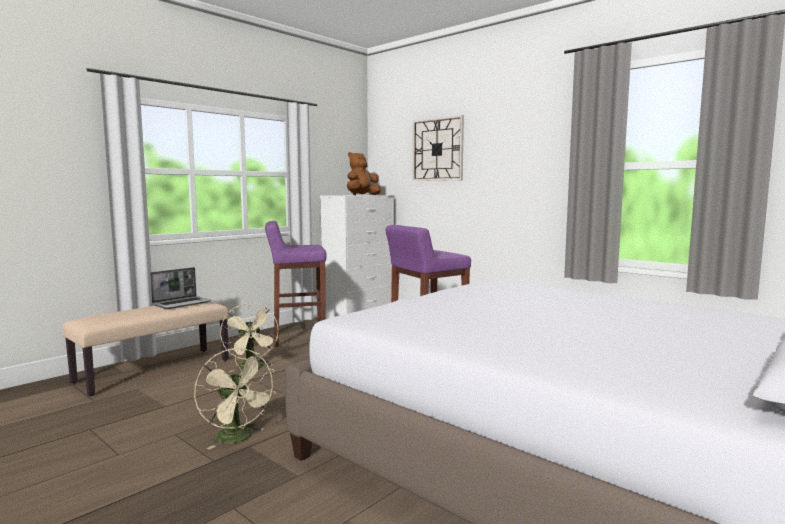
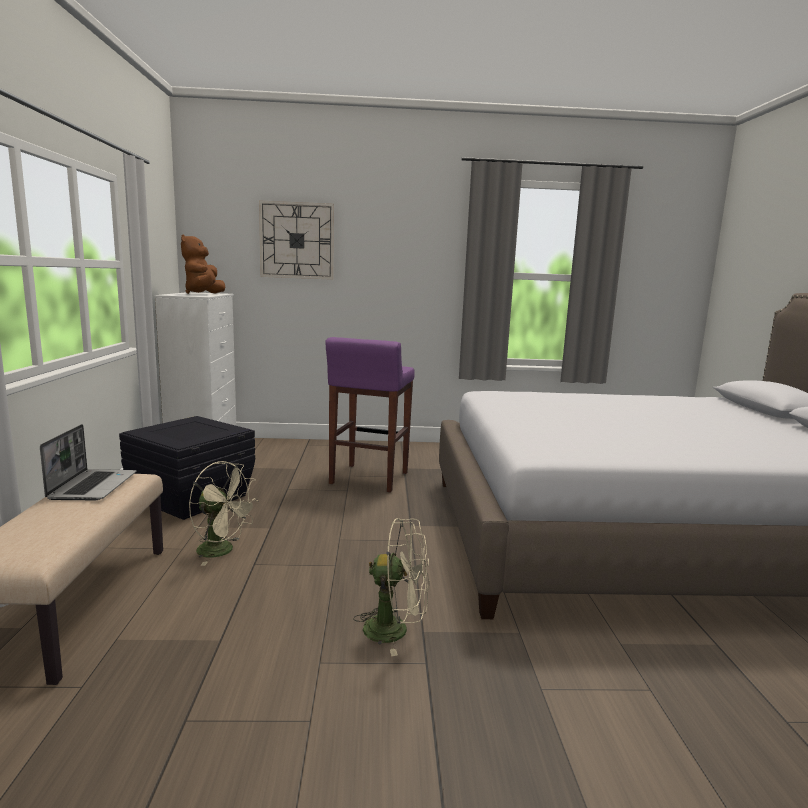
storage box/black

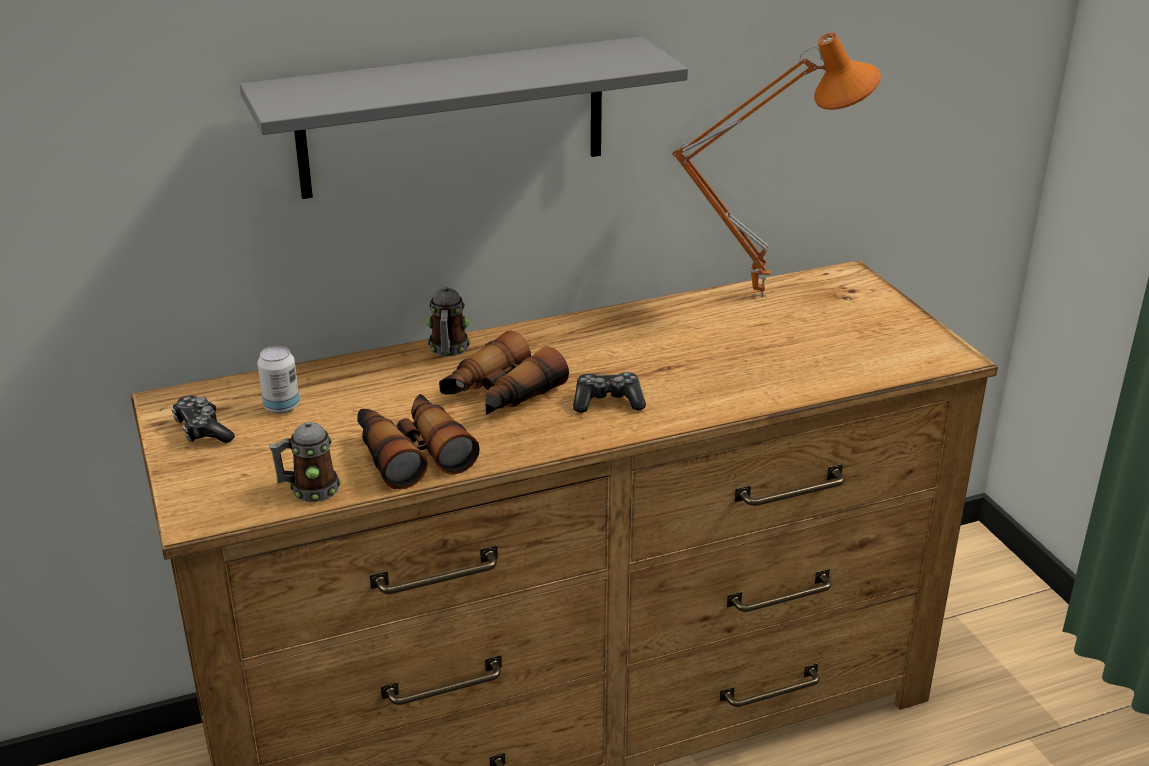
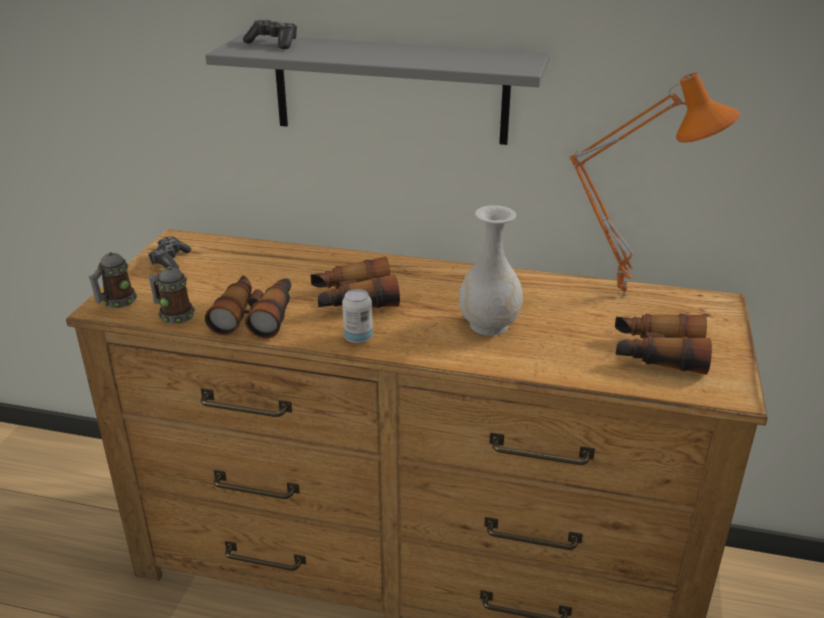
can
mug (1st from left)
game controller (2nd from left)
vase/white
binoculars (3rd from left)

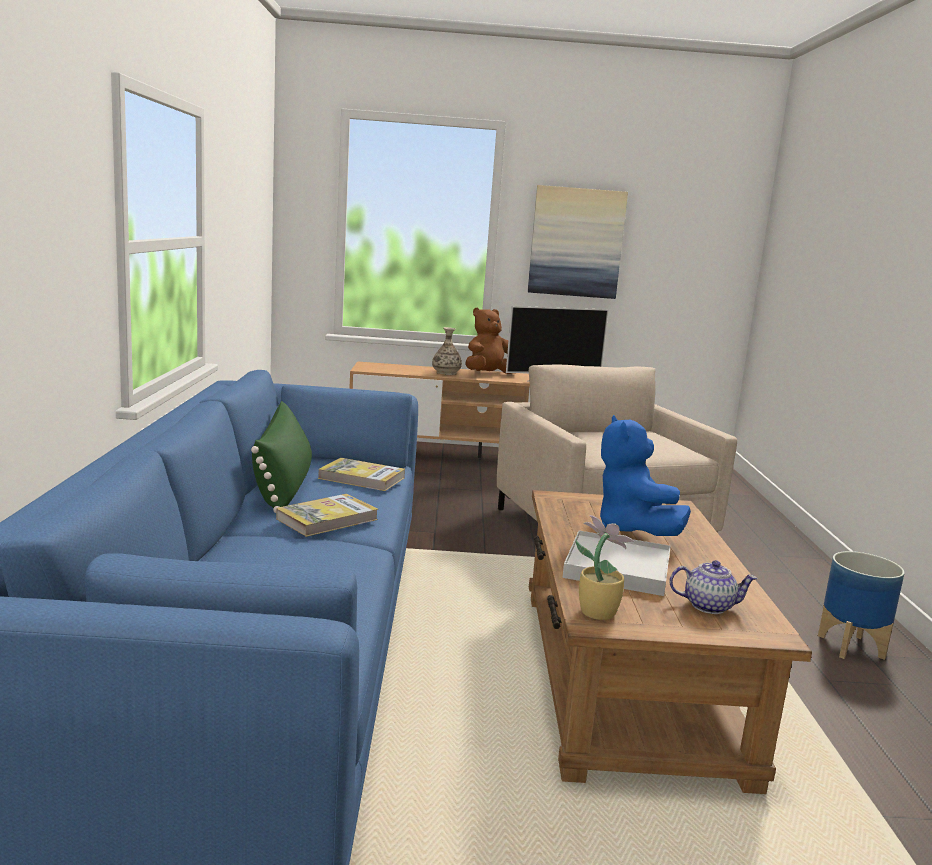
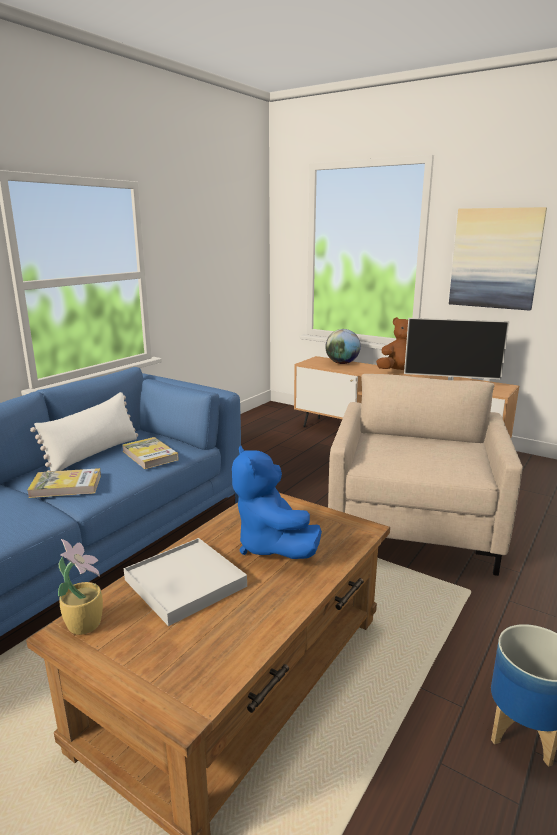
pillow/white
vase
plush toy/blue
teapot
globe

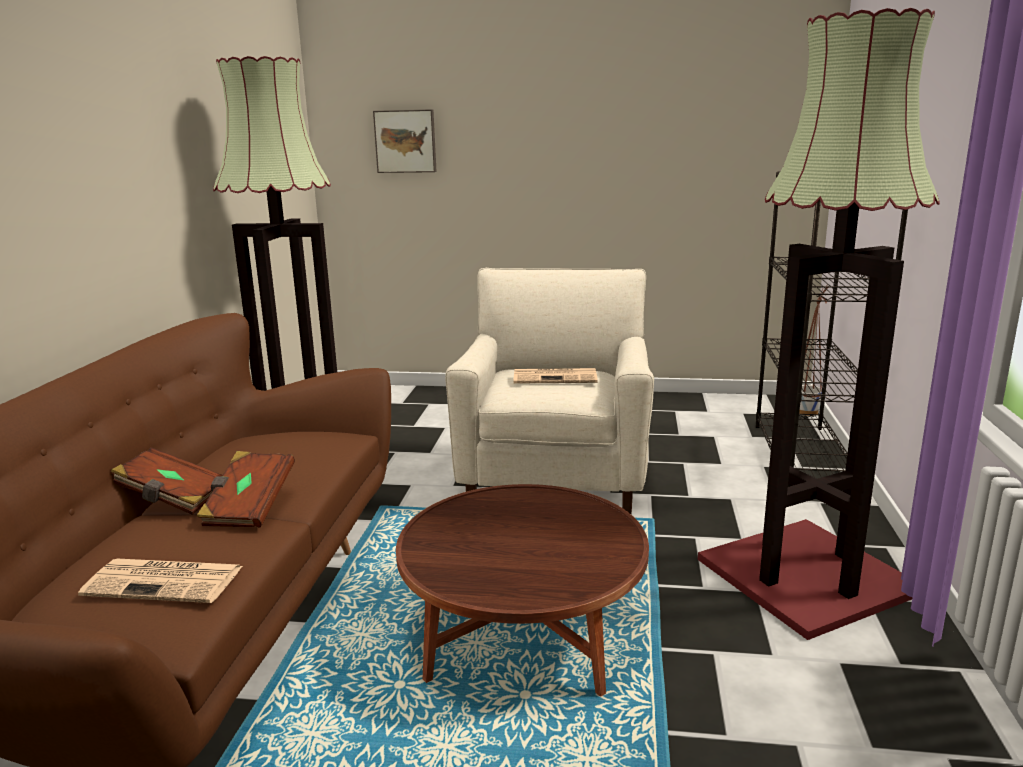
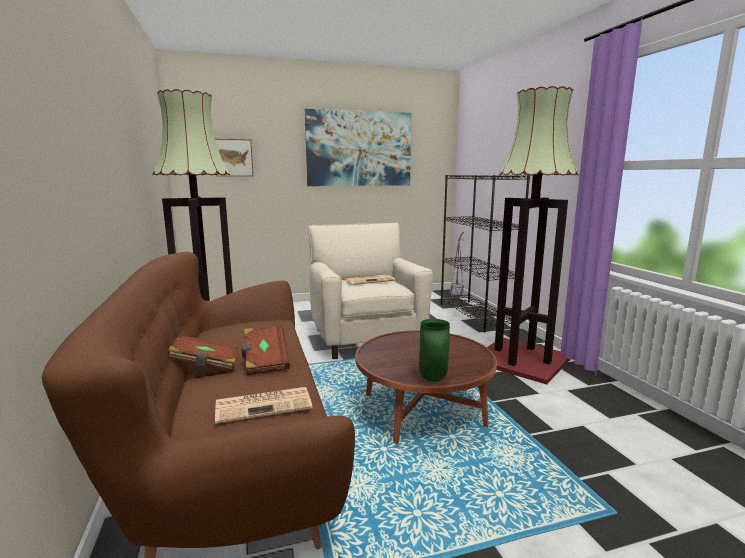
picture (2nd from left)
vase/green

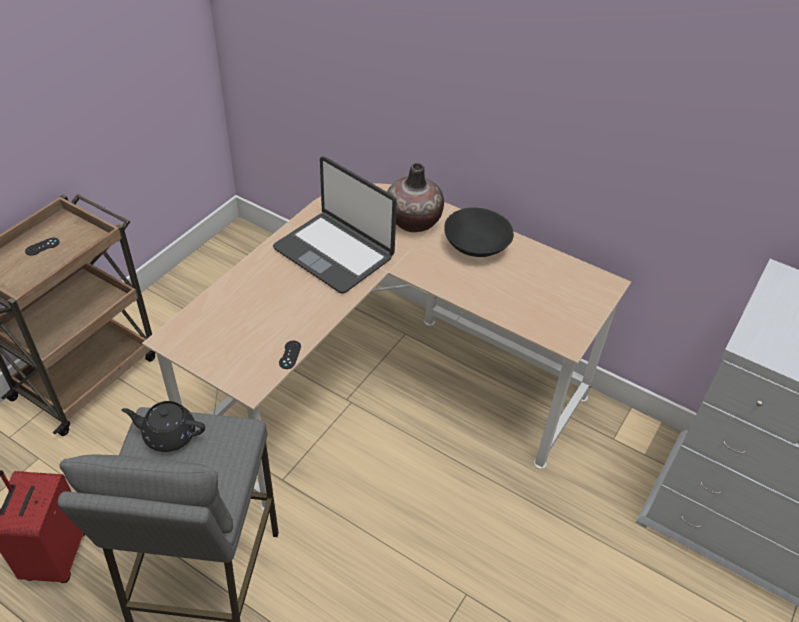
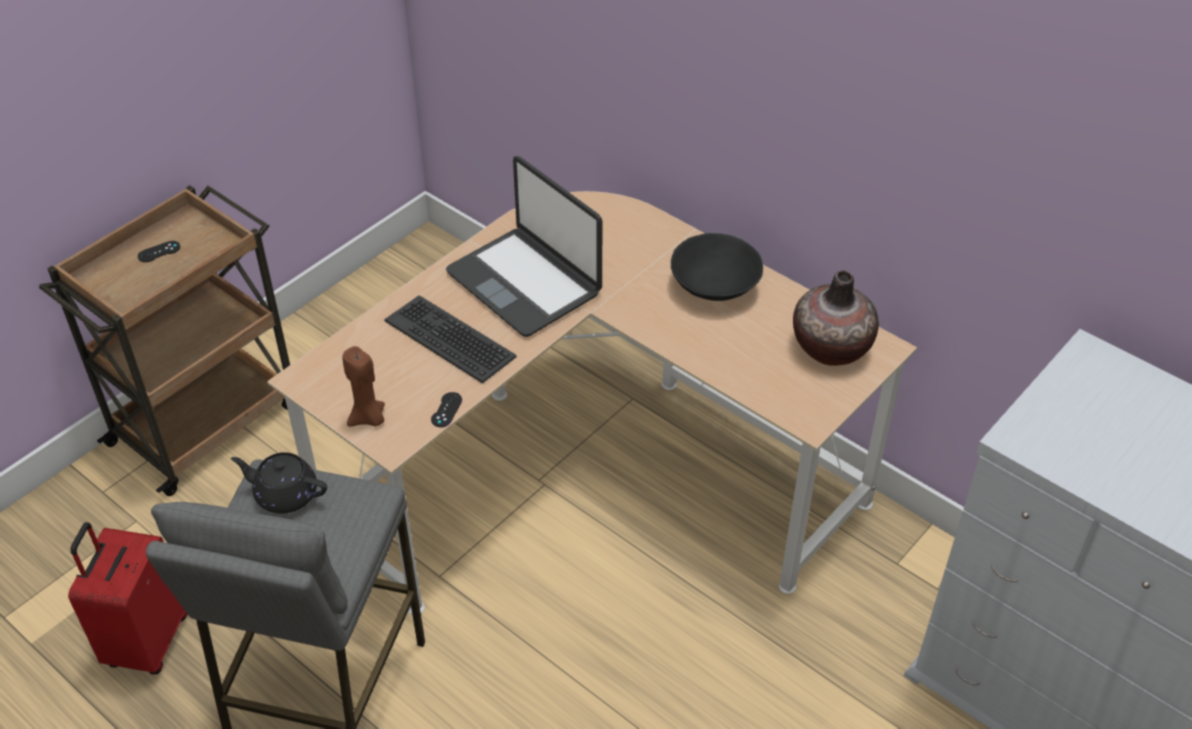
vase
candle/brown
keyboard

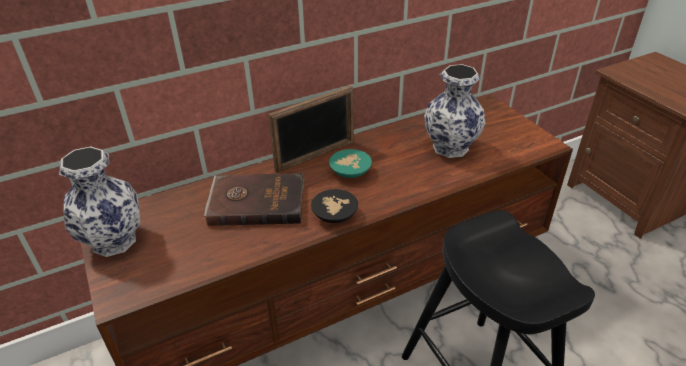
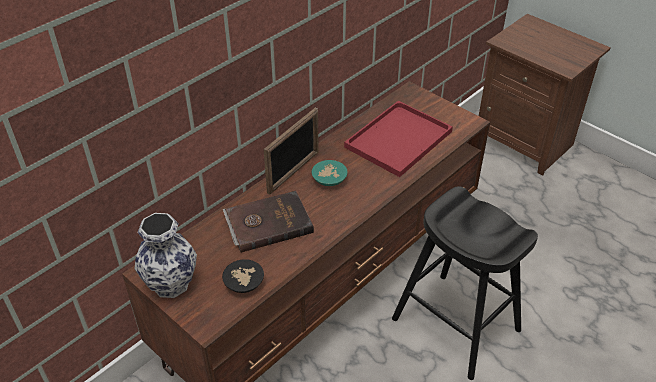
bowl/black
tray/red

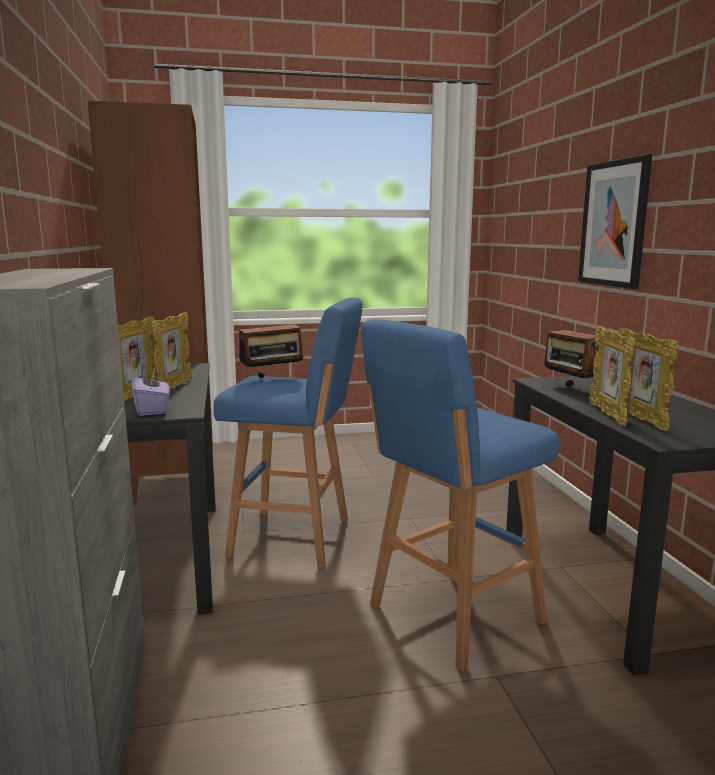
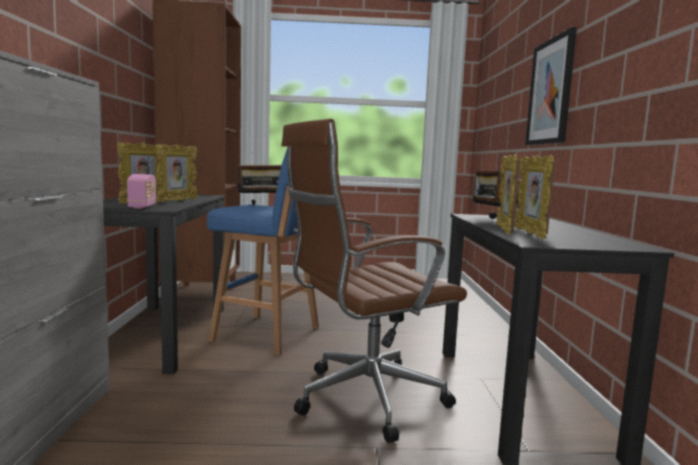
radio (1st from left)
office chair/brown

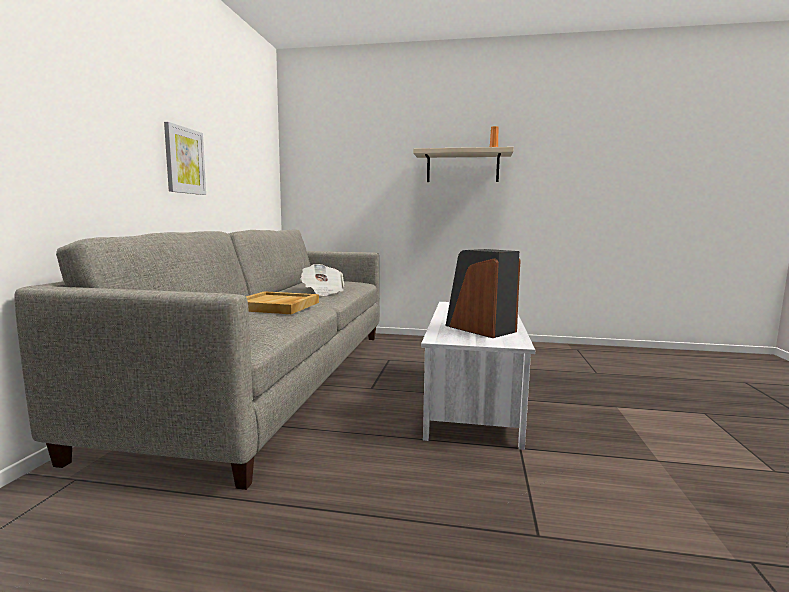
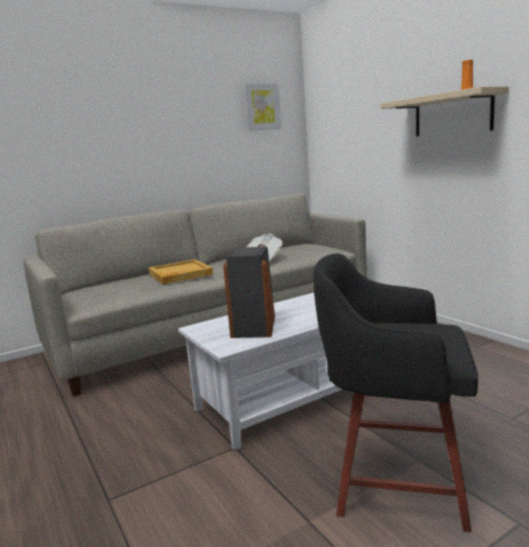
picture
stool/black

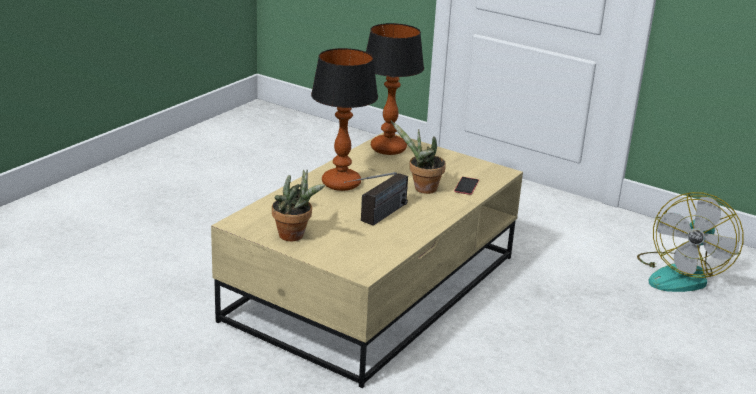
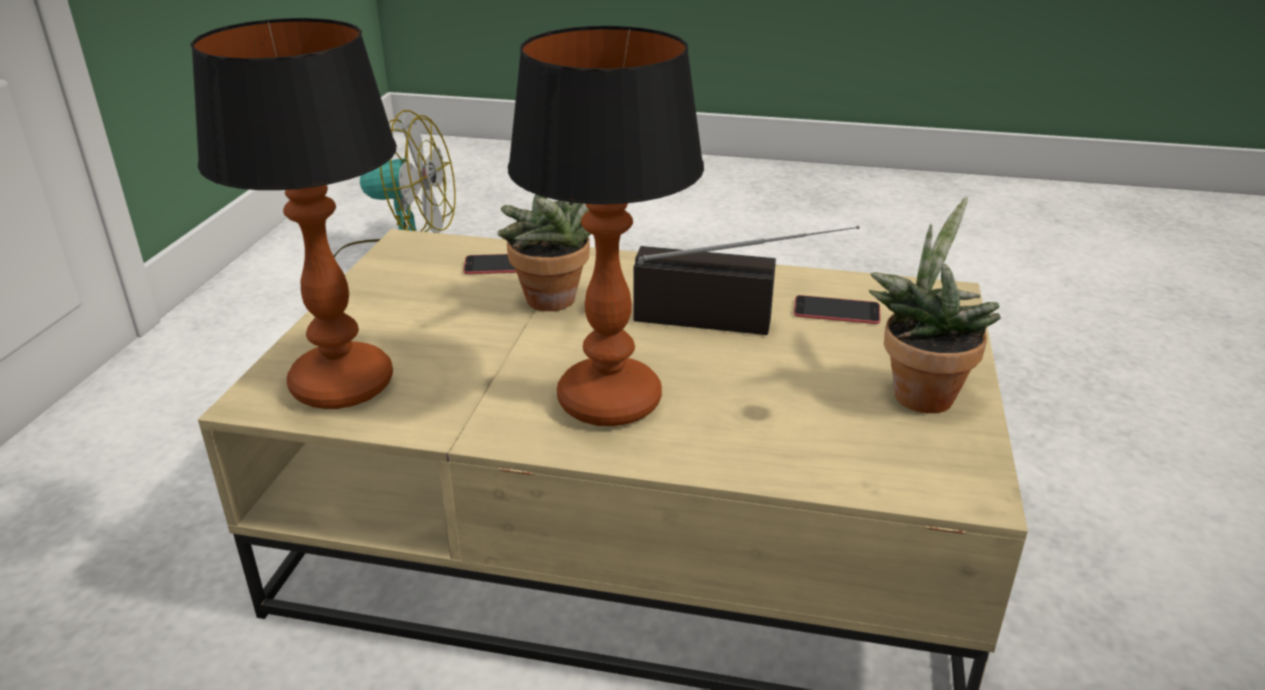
phone (2nd from left)

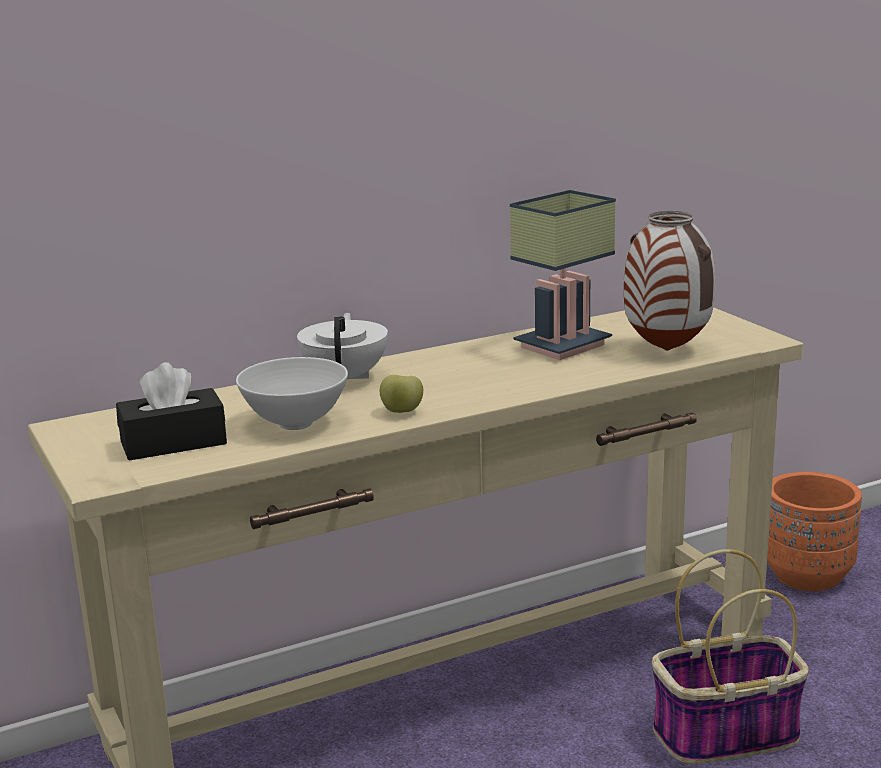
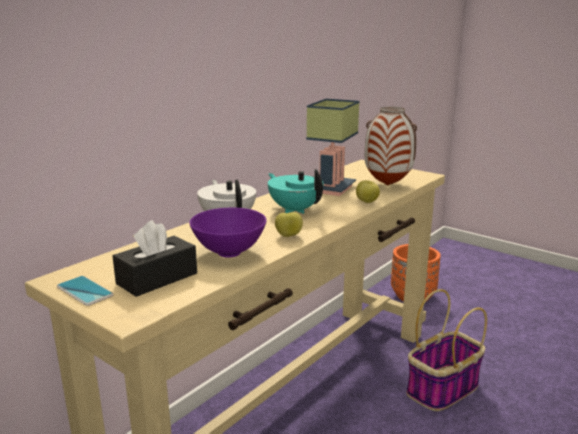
bowl/purple
phone
teapot/turquoise
apple (2nd from left)

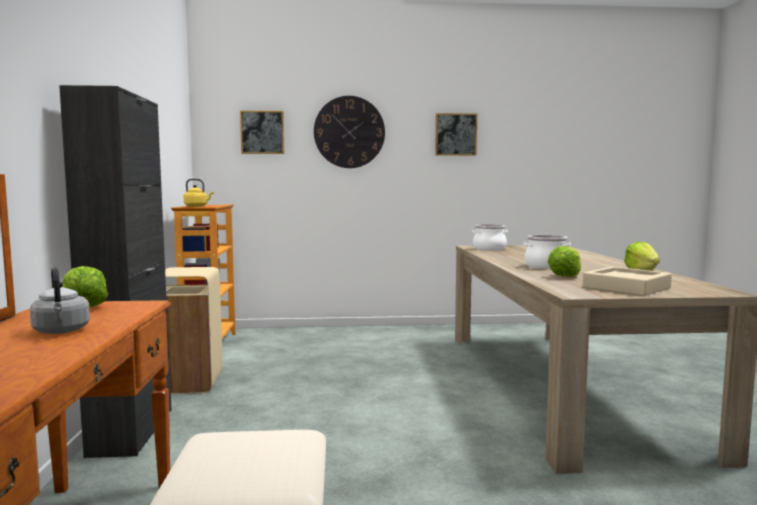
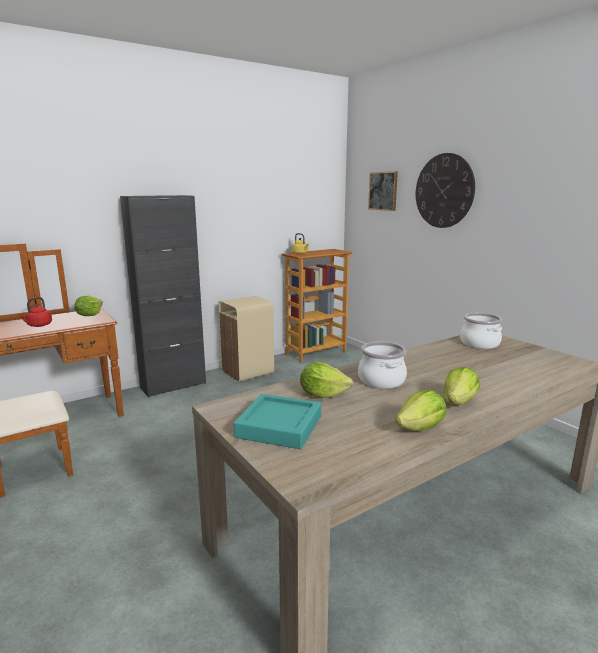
kettle/red
picture (2nd from left in the first image)
tray/turquoise
lettuce (4th from left)

